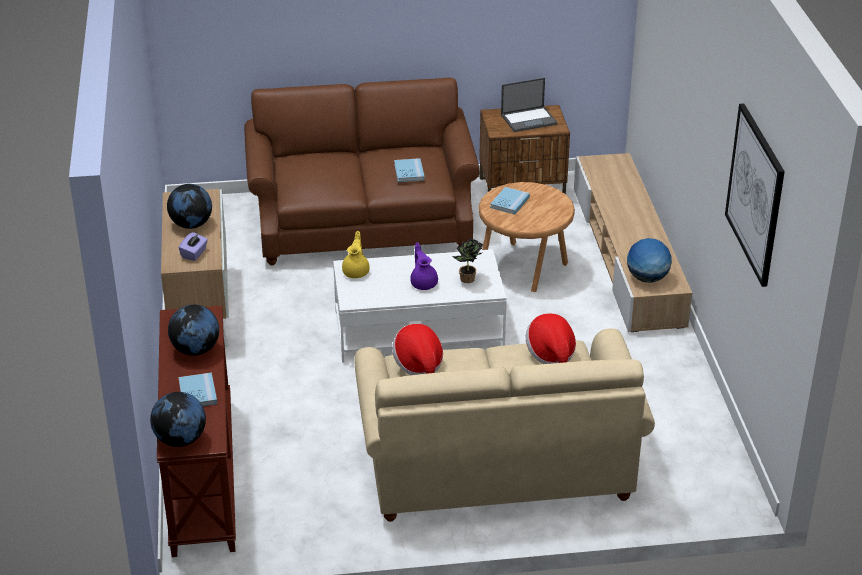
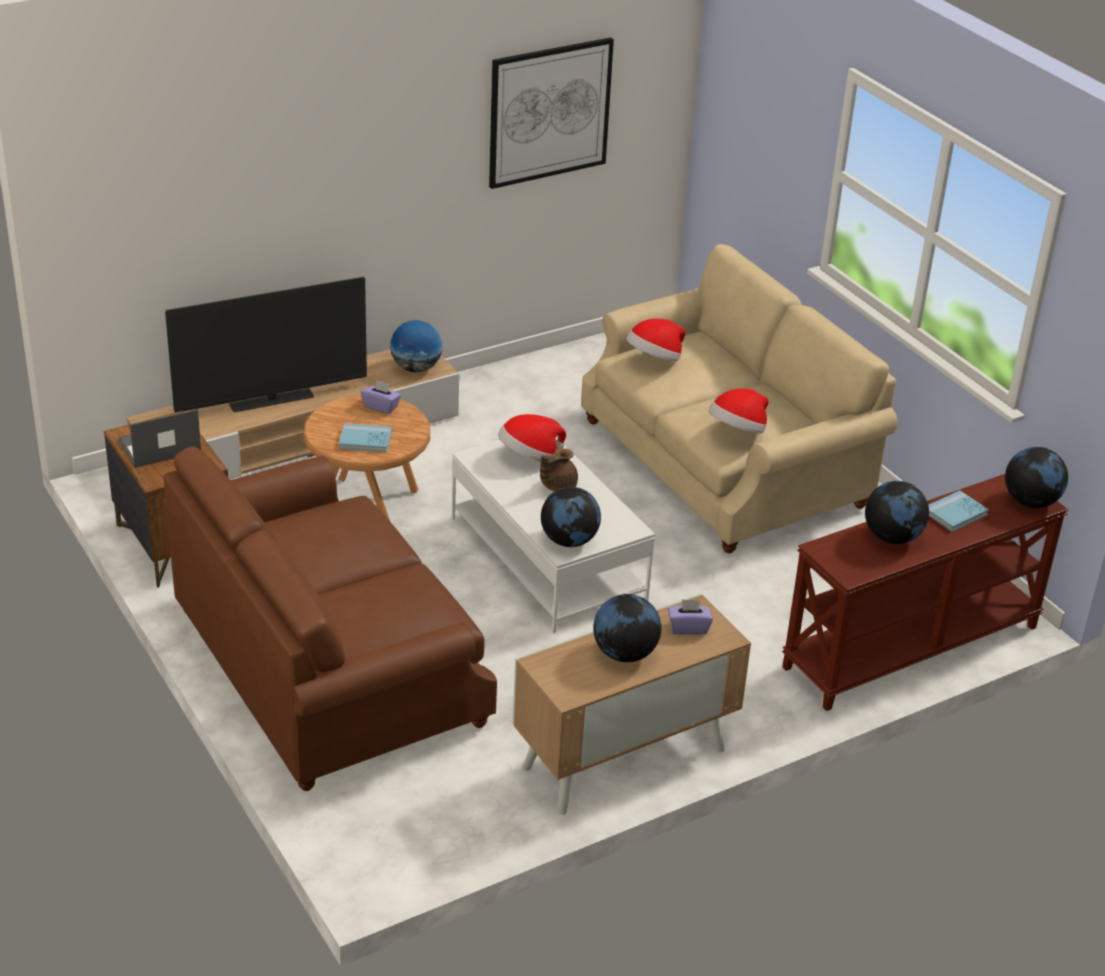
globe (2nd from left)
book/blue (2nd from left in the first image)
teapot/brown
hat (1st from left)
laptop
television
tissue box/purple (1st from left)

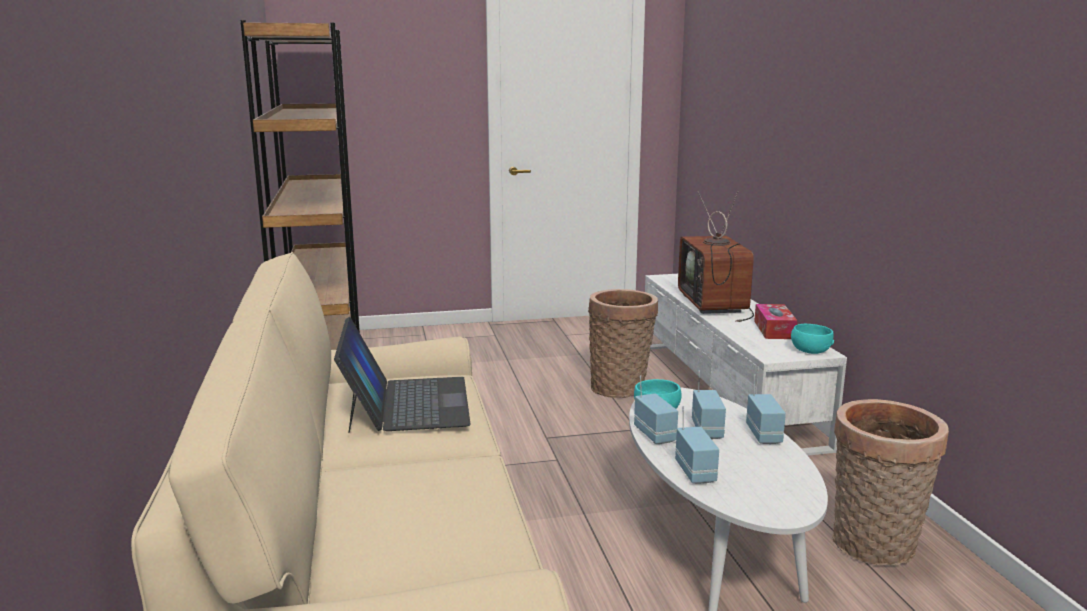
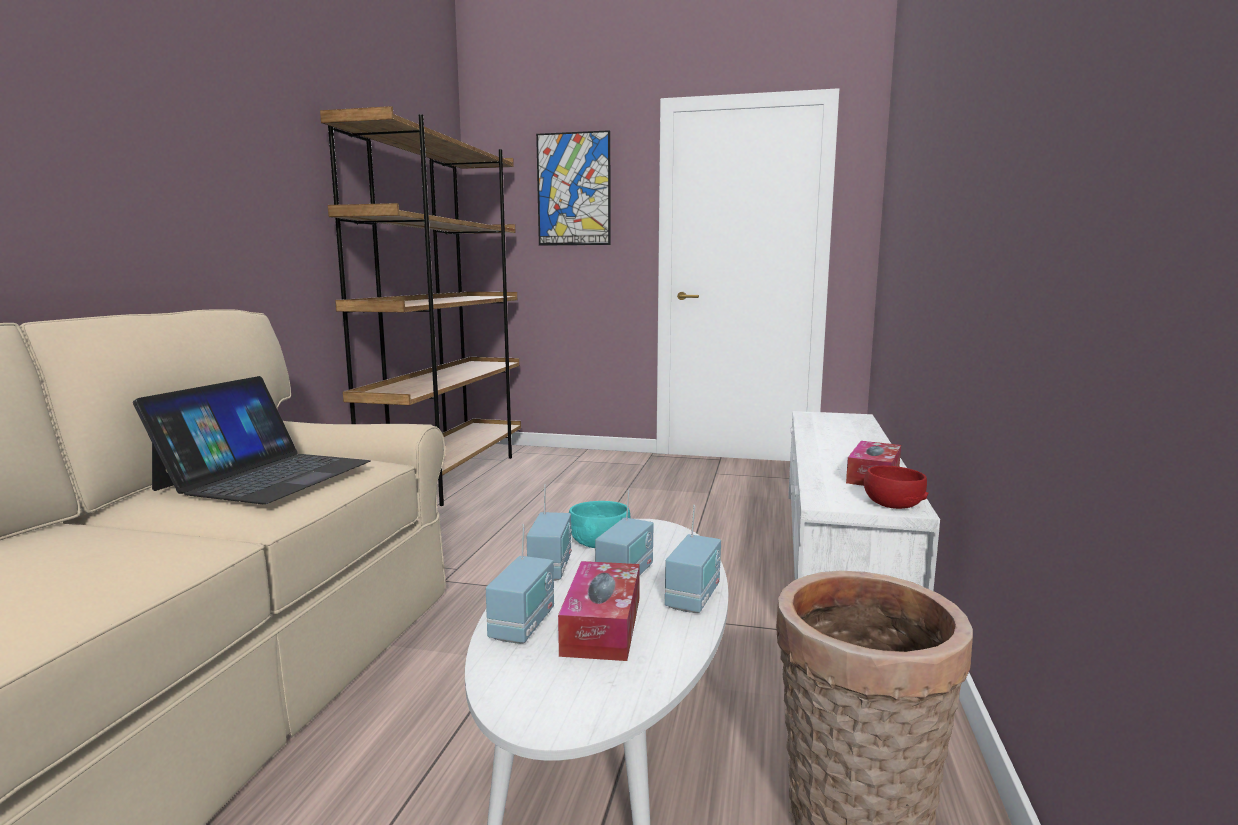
basket (1st from left in the first image)
television
bowl/red
picture
tissue box (1st from left)

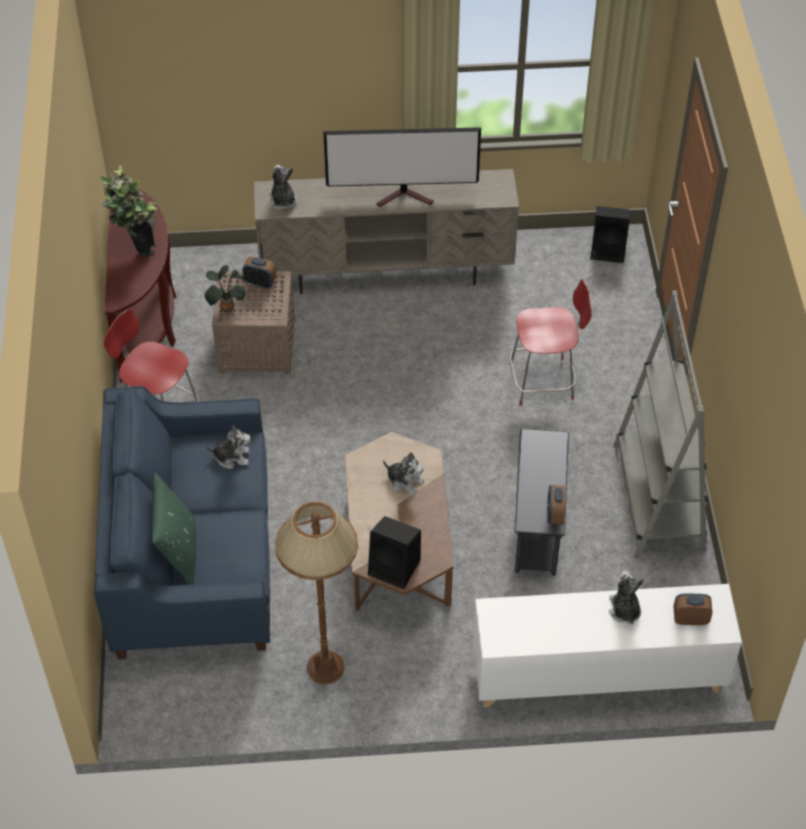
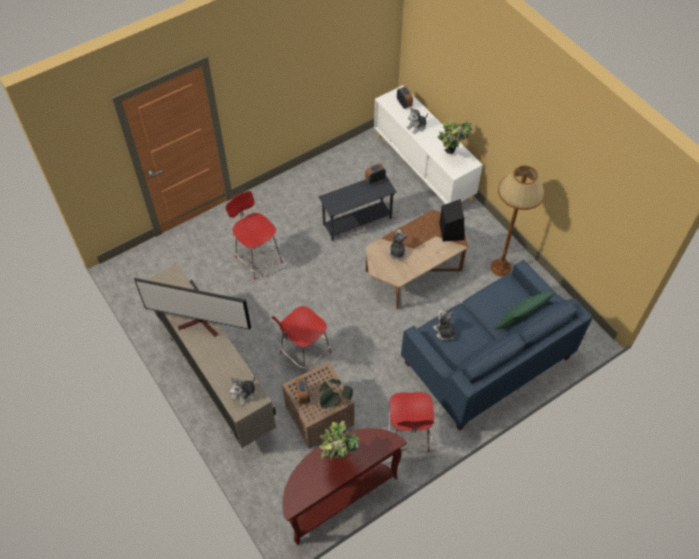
television
speaker/black (2nd from left in the first image)
bookcase/grey
stool/red (2nd from left)
potted plant (3rd from left)

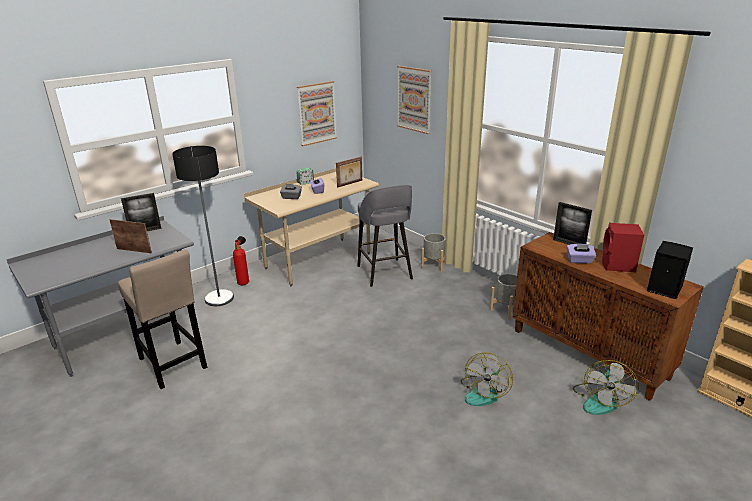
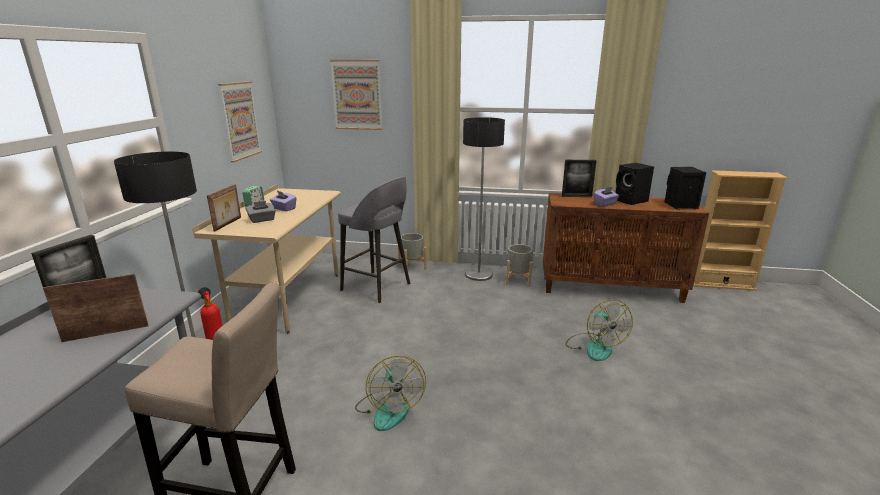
picture frame (3rd from left)
fan (1st from left)
speaker/black (1st from left)
floor lamp (2nd from left)

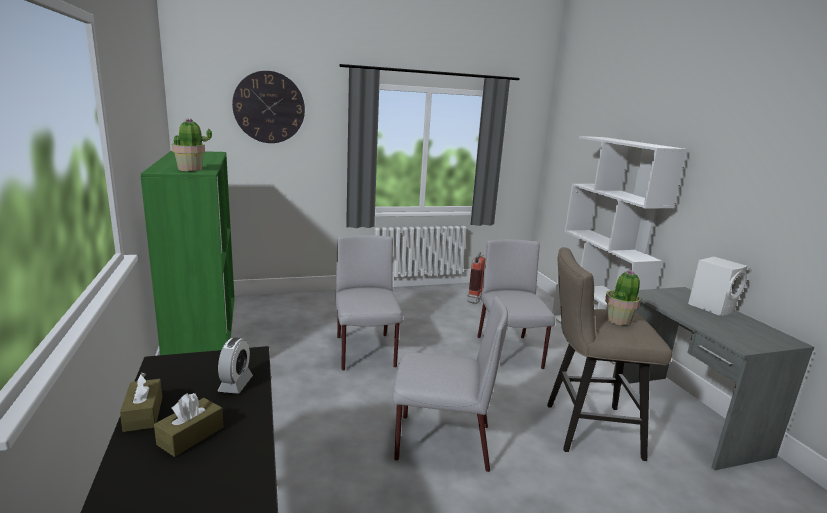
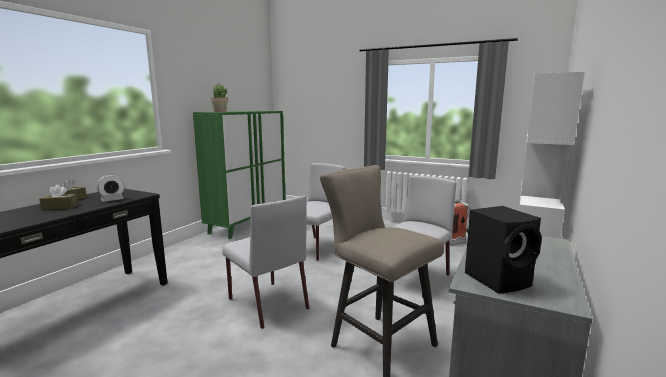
wall clock
potted plant (2nd from left in the first image)
speaker/white
speaker/black

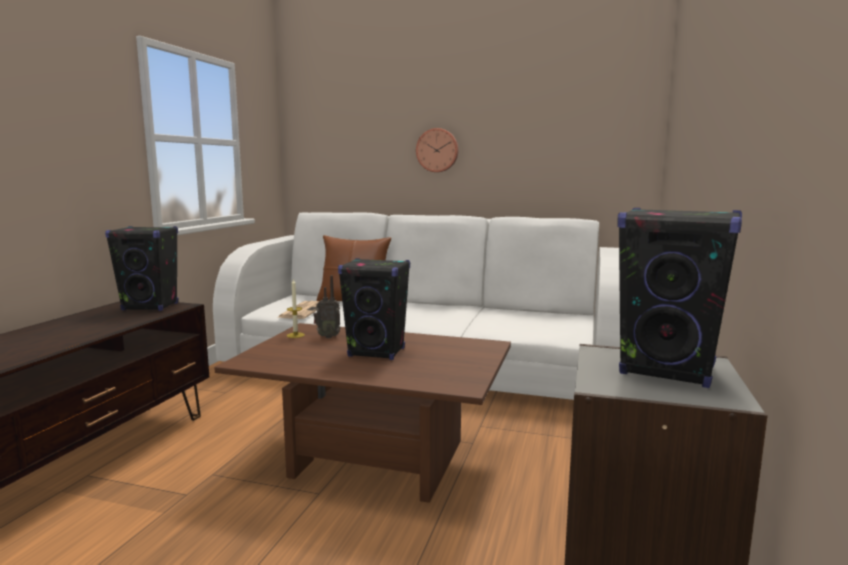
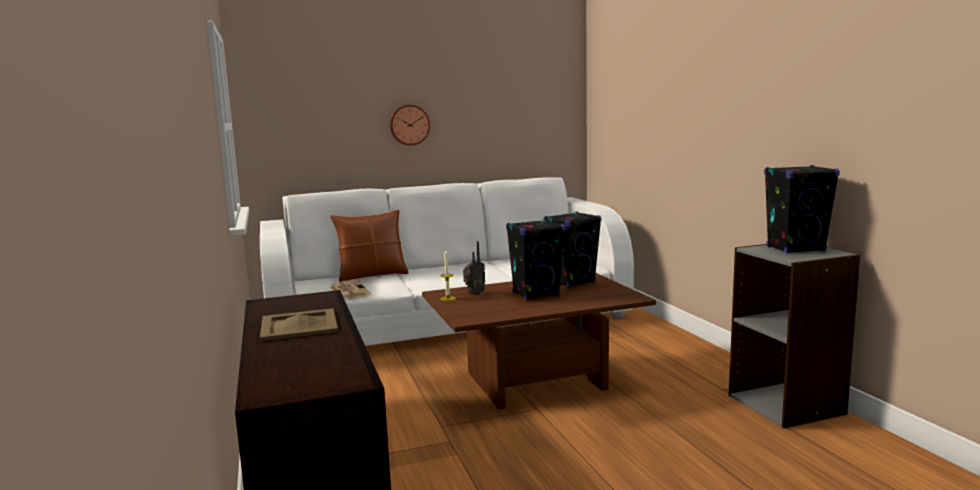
speaker/black (2nd from left)
tray/beige

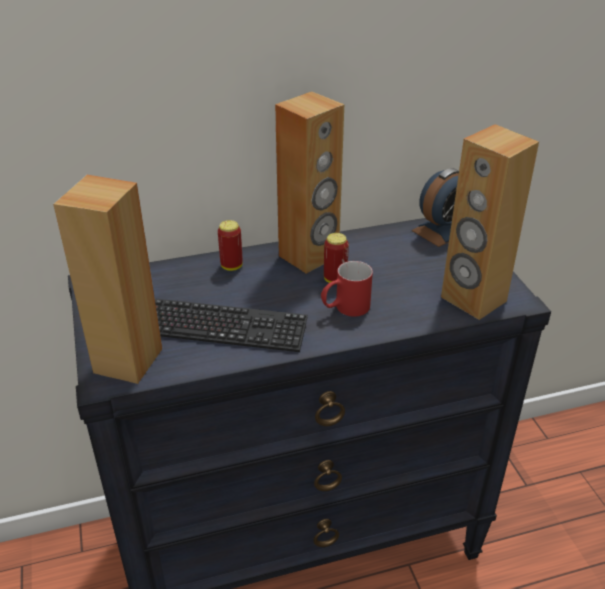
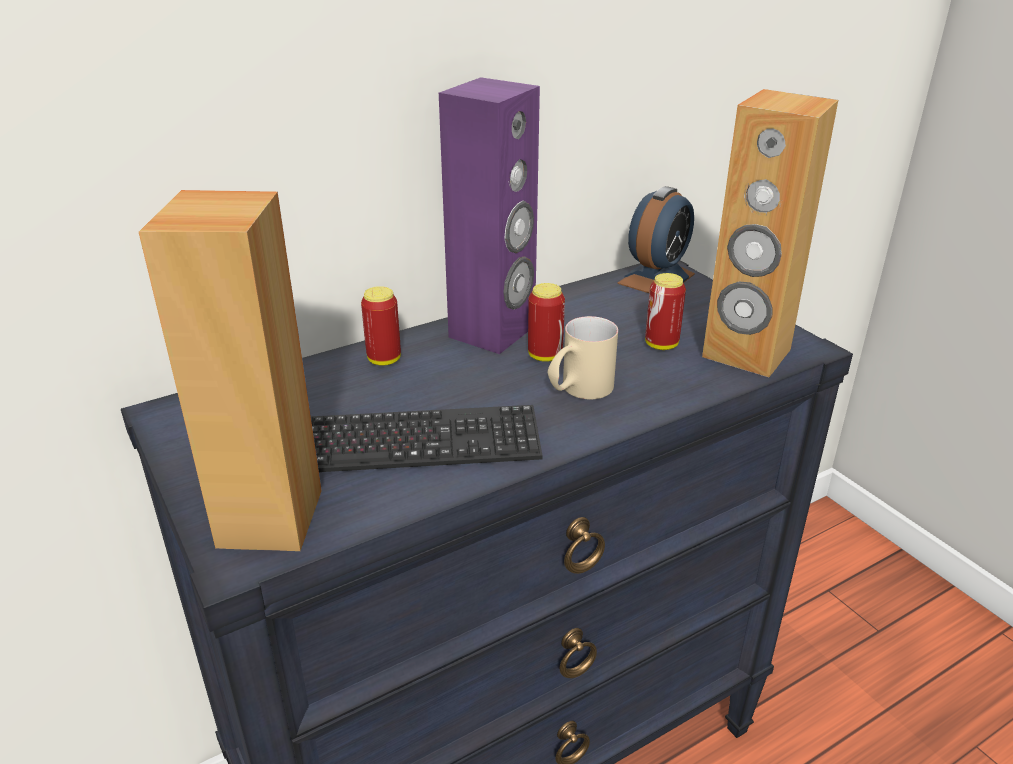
speaker/purple
mug/beige
can (3rd from left)

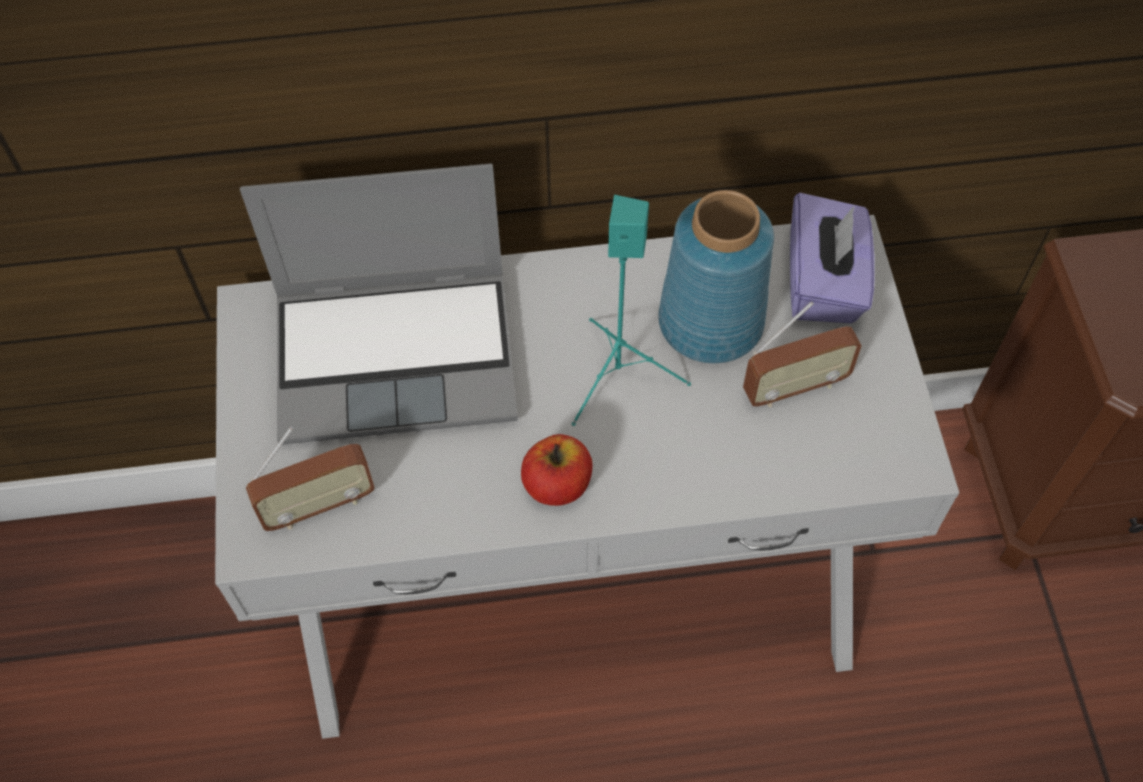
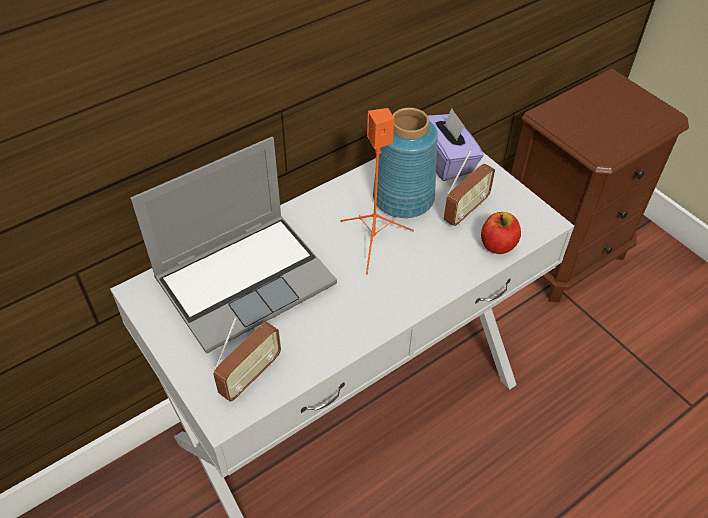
apple
speaker/orange

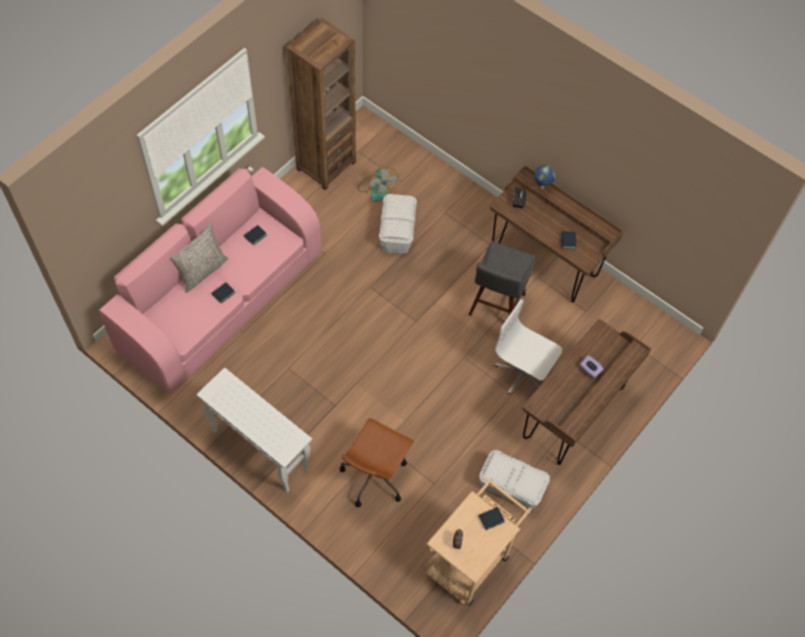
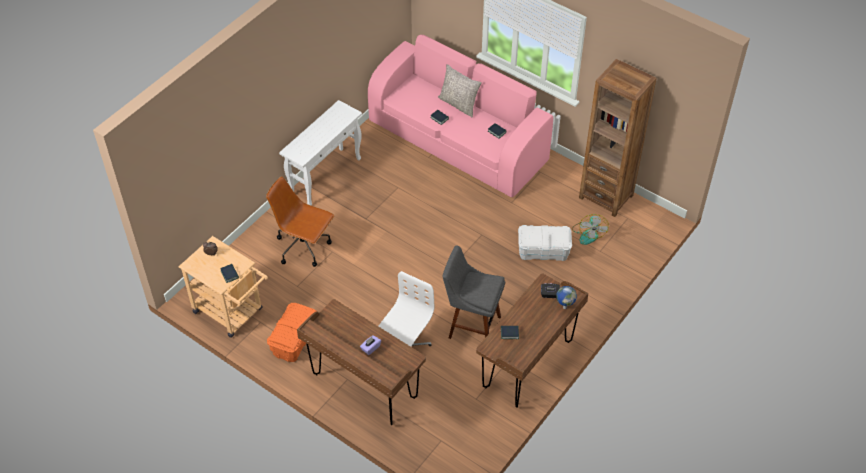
fan
storage box/orange

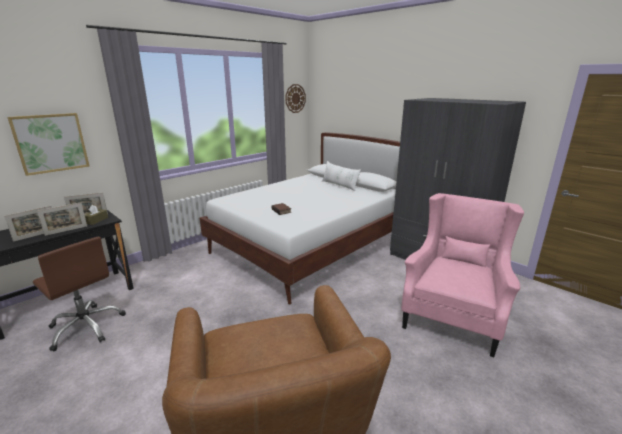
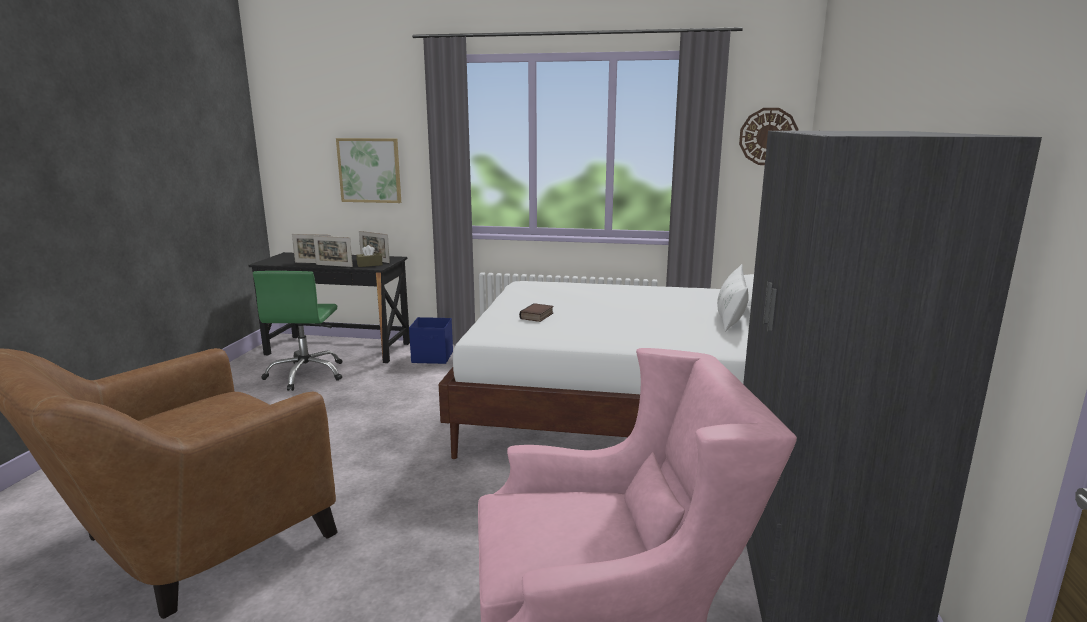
office chair/green
storage box/blue

